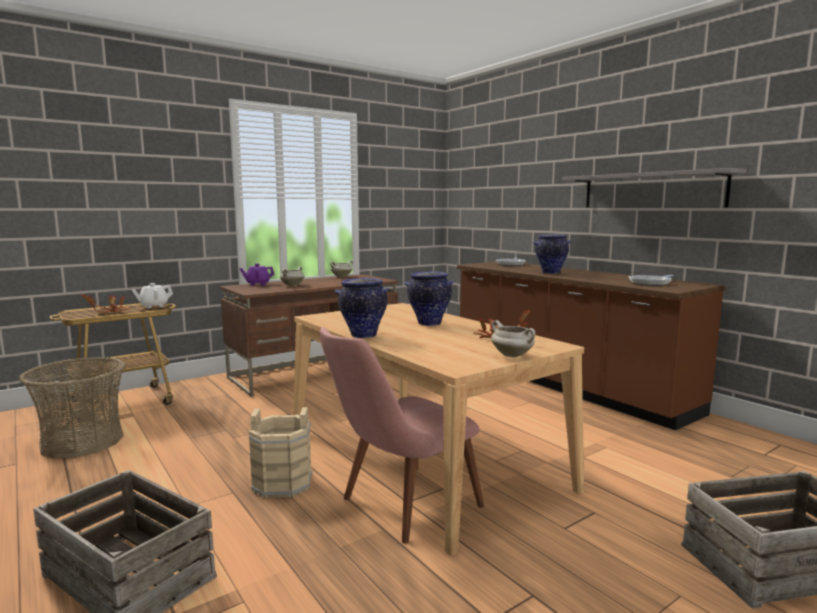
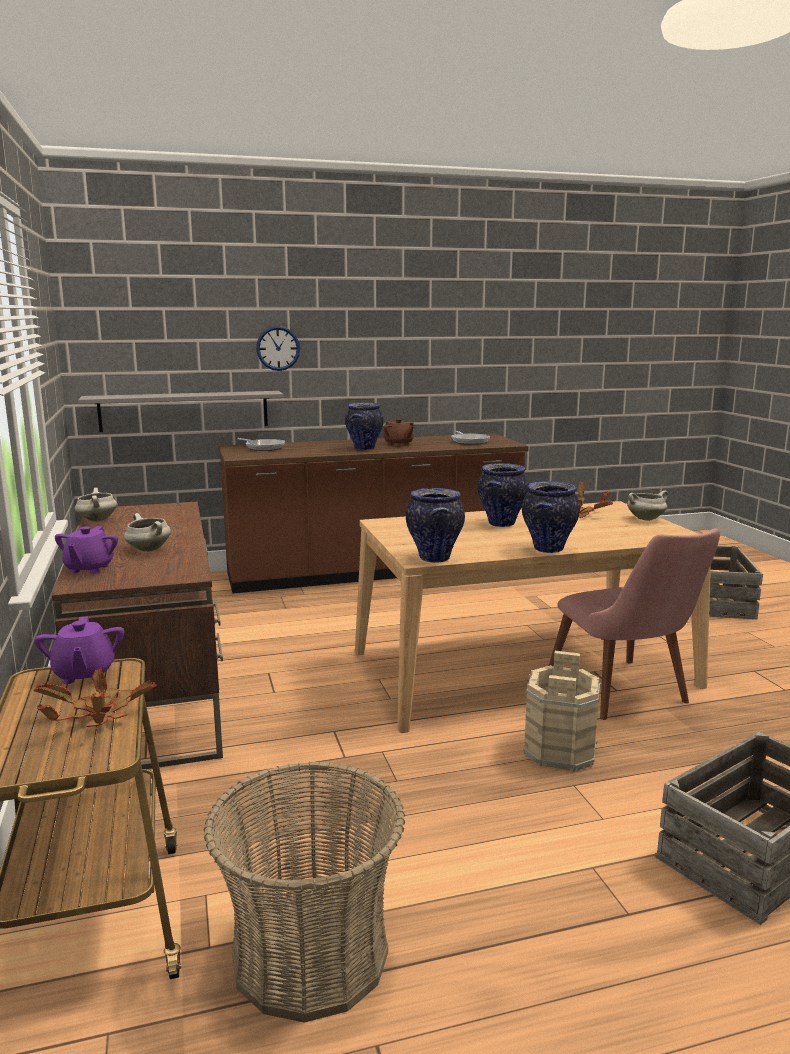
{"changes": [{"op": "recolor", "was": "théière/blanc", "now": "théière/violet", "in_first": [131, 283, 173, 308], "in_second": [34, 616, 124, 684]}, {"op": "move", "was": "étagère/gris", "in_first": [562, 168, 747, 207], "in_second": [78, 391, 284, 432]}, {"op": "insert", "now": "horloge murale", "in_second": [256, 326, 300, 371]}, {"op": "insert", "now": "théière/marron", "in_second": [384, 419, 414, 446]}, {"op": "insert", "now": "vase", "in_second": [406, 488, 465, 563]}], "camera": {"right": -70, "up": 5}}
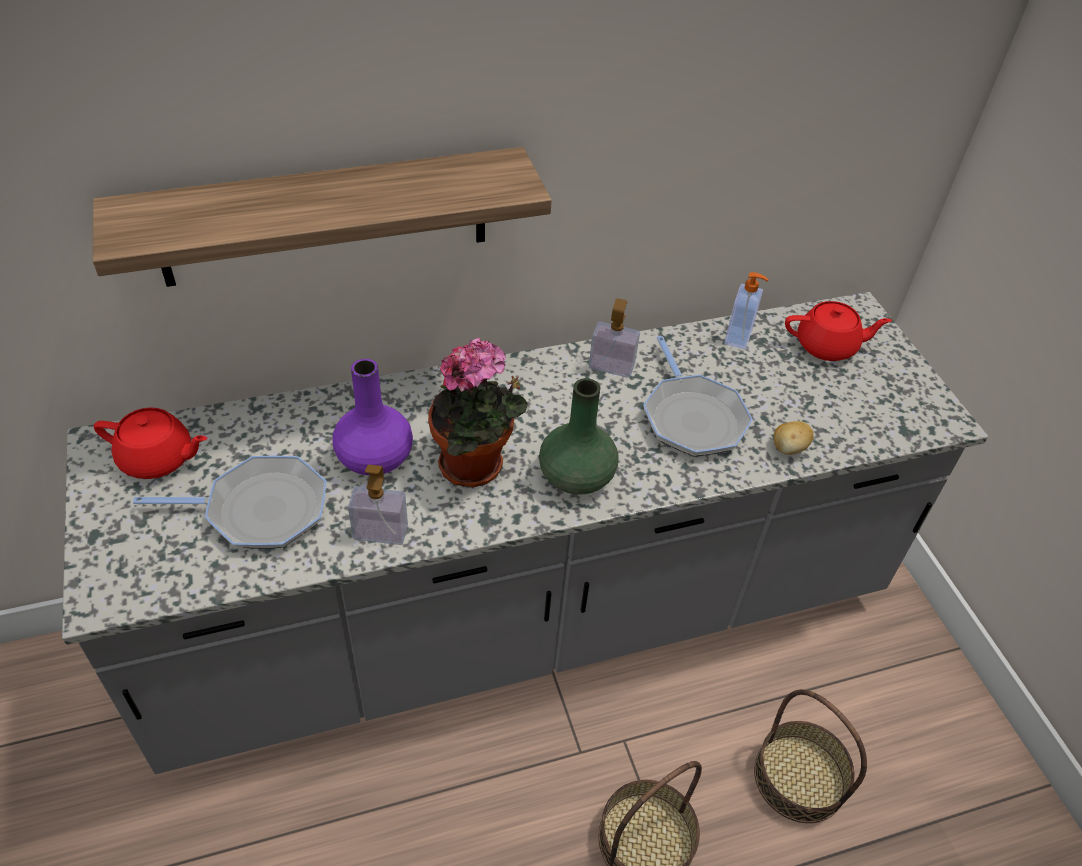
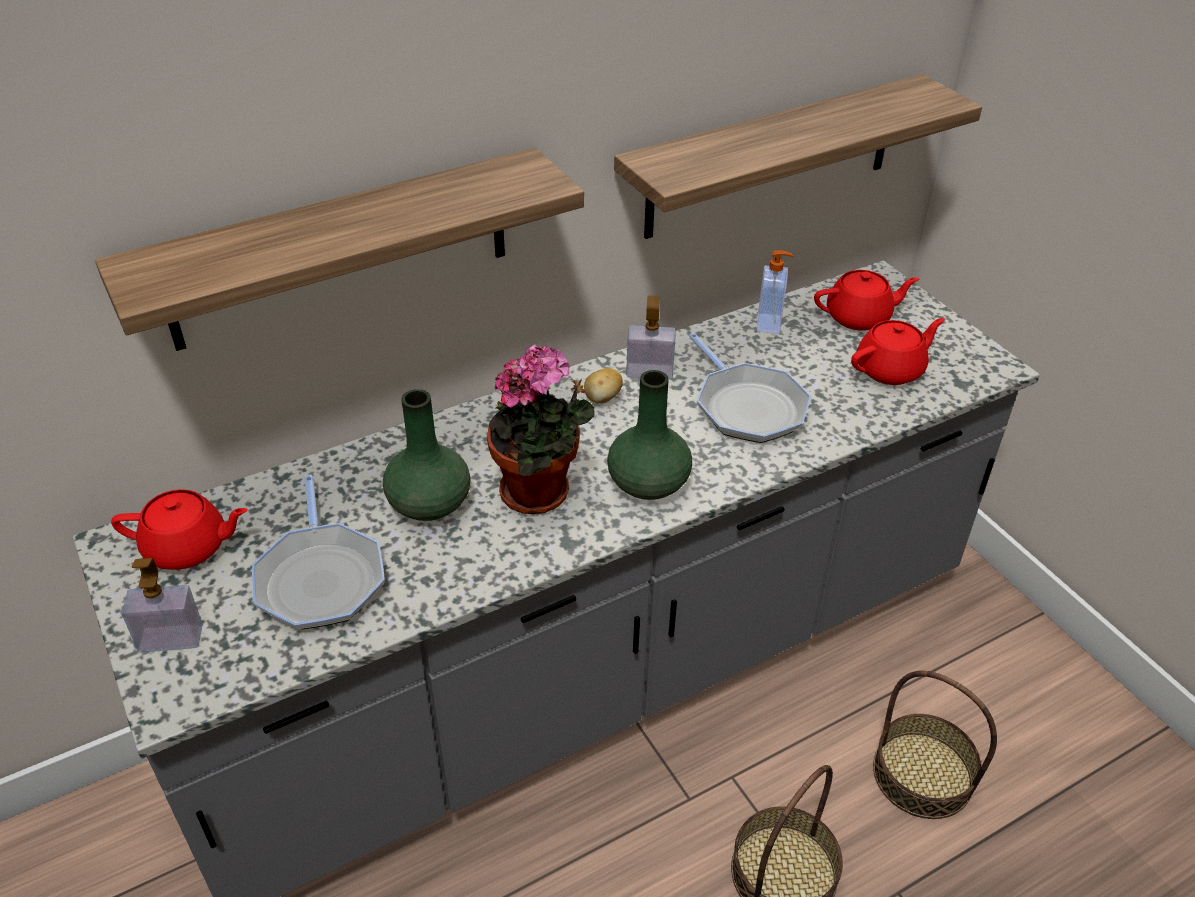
{"changes": [{"op": "rotate", "was": "poêle", "in_first": [133, 456, 327, 548], "in_second": [252, 475, 385, 630], "clockwise": 90}, {"op": "recolor", "was": "vase/violet", "now": "vase/vert", "in_first": [332, 359, 413, 475], "in_second": [383, 389, 471, 521]}, {"op": "move", "was": "distributeur de savon", "in_first": [348, 464, 408, 545], "in_second": [122, 558, 203, 653]}, {"op": "move", "was": "pomme de terre", "in_first": [774, 421, 814, 455], "in_second": [584, 368, 623, 404]}, {"op": "insert", "now": "étagère", "in_second": [614, 74, 982, 239]}, {"op": "insert", "now": "théière/rouge", "in_second": [851, 318, 945, 385]}], "camera": {"right": -10, "up": -5}}
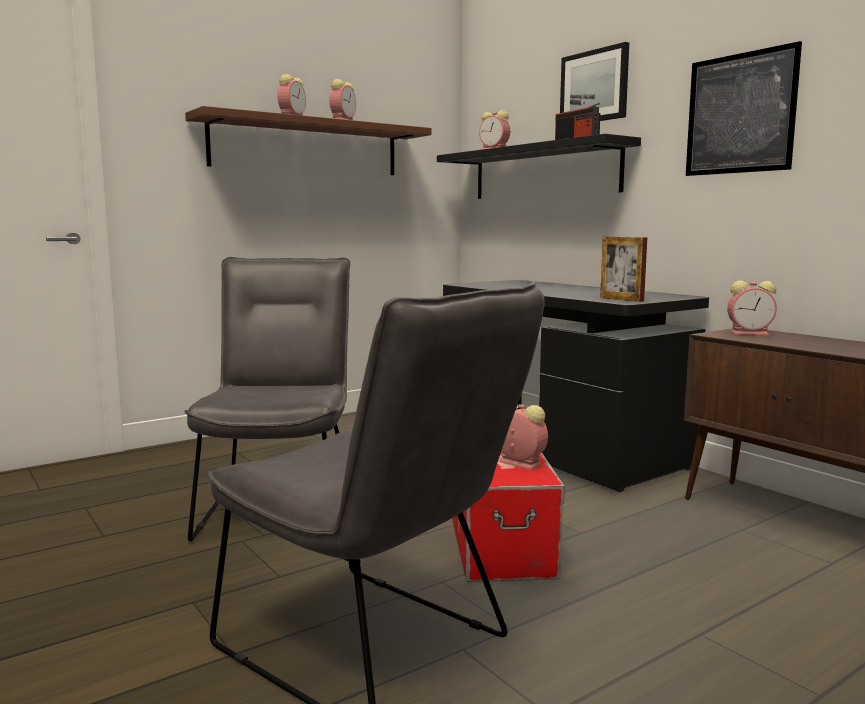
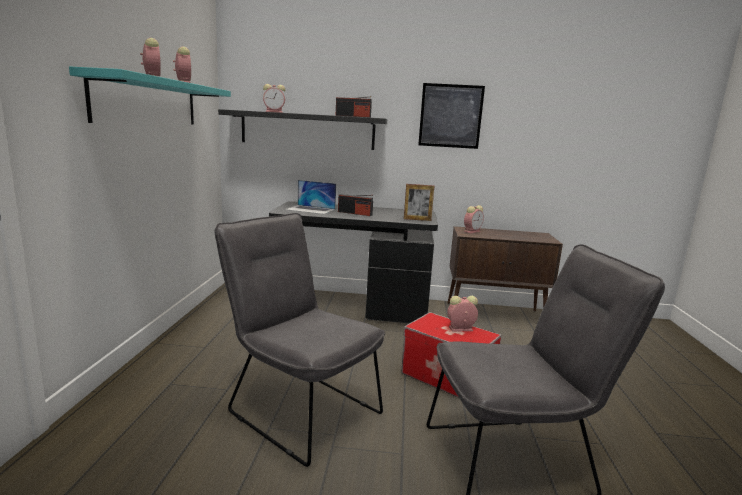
{"changes": [{"op": "recolor", "was": "étagère/marron", "now": "étagère/turquoise", "in_first": [185, 106, 432, 175], "in_second": [69, 67, 231, 125]}, {"op": "delete", "was": "tableau", "in_first": [560, 42, 629, 121]}, {"op": "insert", "now": "ordinateur portable", "in_second": [285, 180, 336, 214]}, {"op": "insert", "now": "radio", "in_second": [338, 194, 373, 216]}], "camera": {"right": -50, "up": 5}}
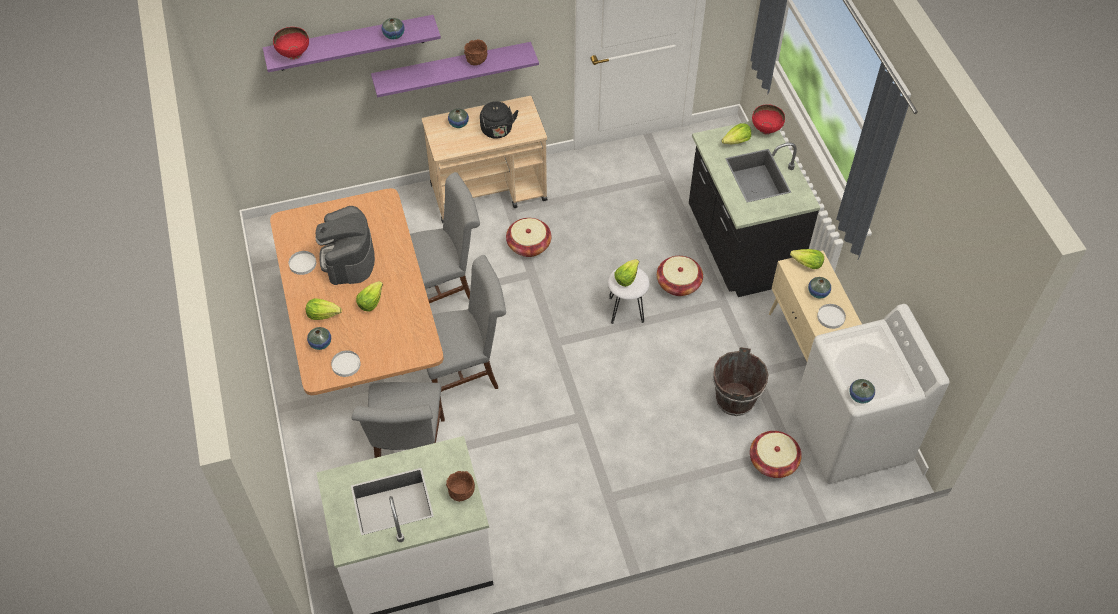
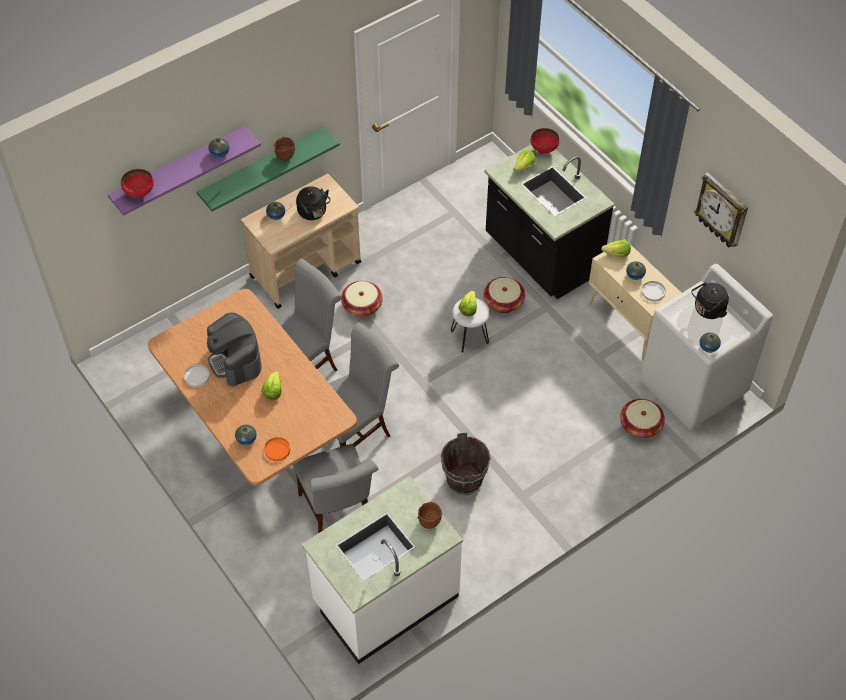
{"changes": [{"op": "delete", "was": "laitue", "in_first": [306, 298, 342, 320]}, {"op": "recolor", "was": "assiette/blanc", "now": "assiette/orange", "in_first": [331, 350, 361, 377], "in_second": [264, 437, 290, 461]}, {"op": "recolor", "was": "étagère/violet", "now": "étagère/vert", "in_first": [371, 42, 539, 97], "in_second": [197, 127, 340, 211]}, {"op": "move", "was": "seau/marron", "in_first": [713, 347, 768, 416], "in_second": [441, 432, 490, 495]}, {"op": "insert", "now": "bouilloire/noir", "in_second": [691, 282, 729, 319]}, {"op": "insert", "now": "horloge murale", "in_second": [694, 172, 748, 248]}], "camera": {"right": -20, "up": 0}}
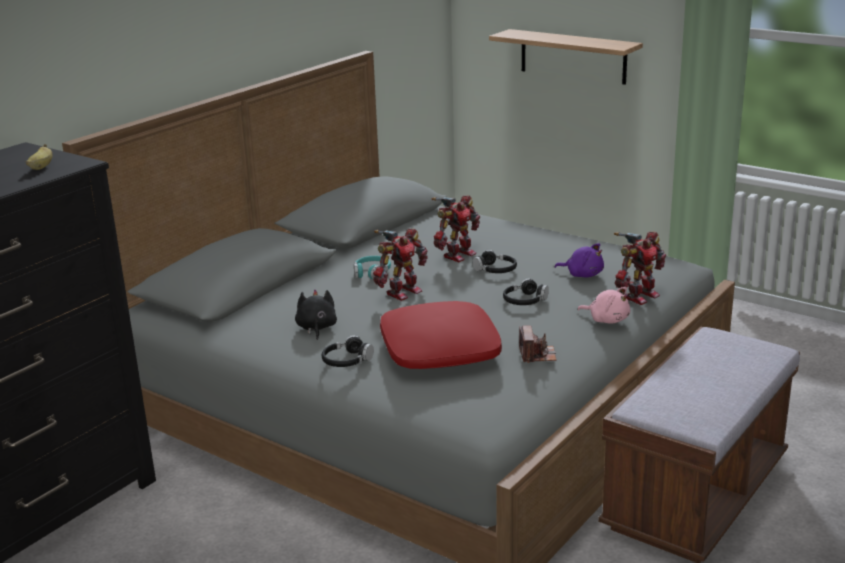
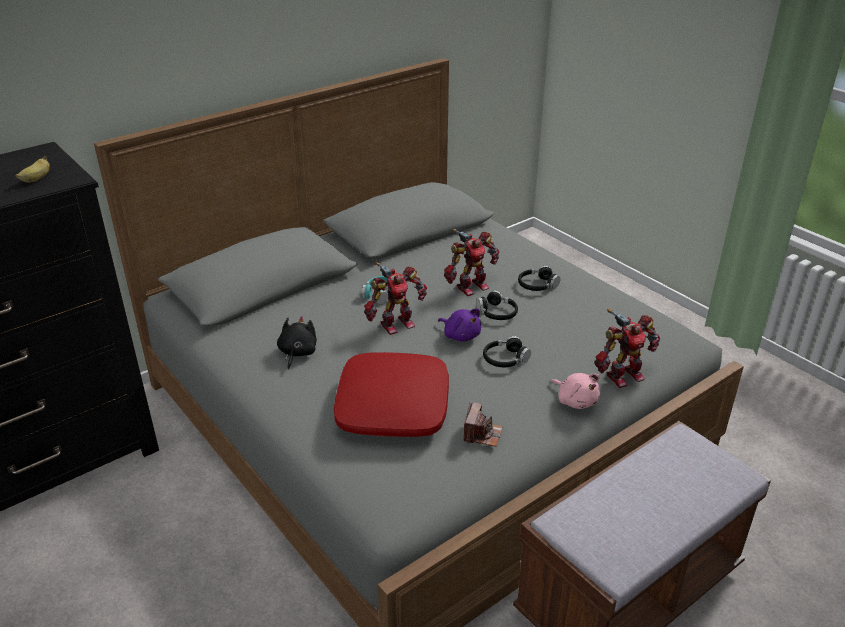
{"changes": [{"op": "move", "was": "casque audio/noir", "in_first": [322, 335, 374, 367], "in_second": [518, 265, 560, 291]}, {"op": "delete", "was": "étagère", "in_first": [489, 29, 643, 85]}, {"op": "move", "was": "peluche/violet", "in_first": [555, 243, 604, 277], "in_second": [438, 309, 481, 341]}], "camera": {"right": 15, "up": 10}}
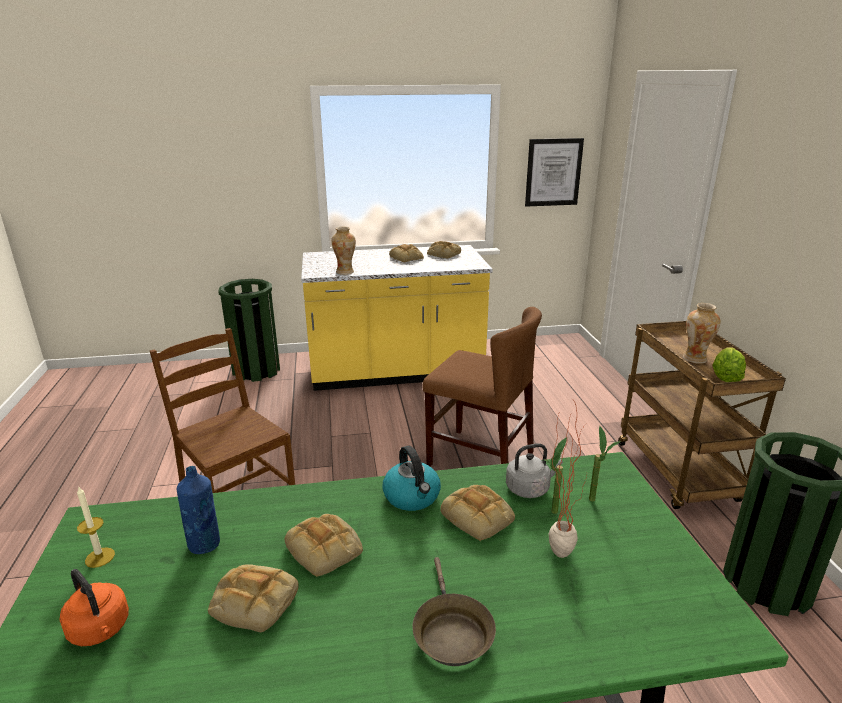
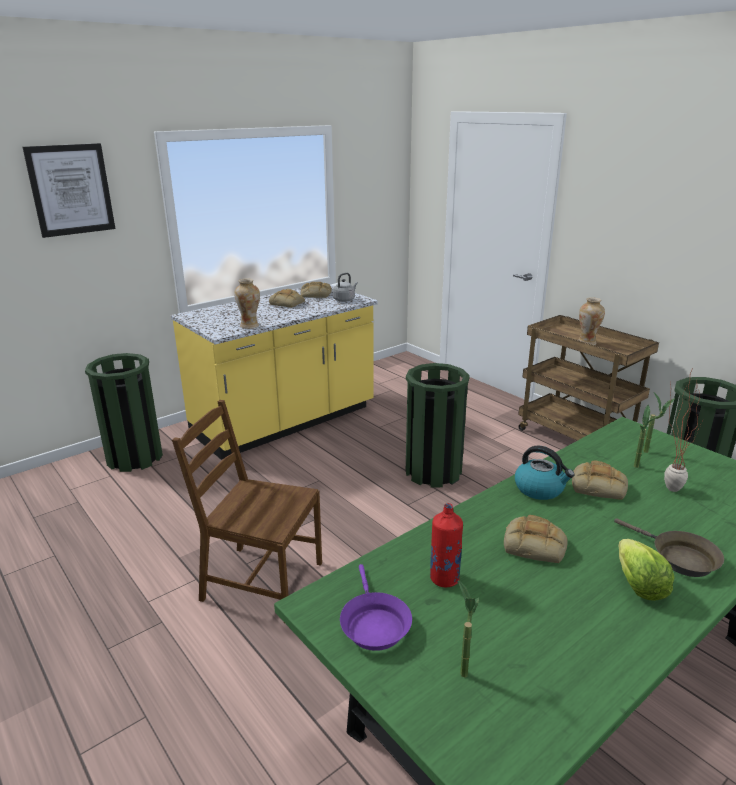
{"changes": [{"op": "replace", "was": "bouilloire/orange", "now": "plante en pot", "in_first": [60, 569, 129, 646], "in_second": [458, 580, 479, 678]}, {"op": "replace", "was": "bougie", "now": "poêle/violet", "in_first": [77, 486, 115, 568], "in_second": [340, 564, 412, 651]}, {"op": "recolor", "was": "bouteille/bleu", "now": "bouteille/rouge", "in_first": [177, 466, 220, 554], "in_second": [430, 503, 463, 588]}, {"op": "delete", "was": "pain", "in_first": [208, 564, 298, 632]}, {"op": "replace", "was": "chaise/marron", "now": "poubelle/vert", "in_first": [423, 307, 542, 466], "in_second": [406, 363, 470, 488]}, {"op": "move", "was": "bouilloire/gris", "in_first": [506, 443, 563, 498], "in_second": [333, 273, 358, 302]}, {"op": "move", "was": "tableau", "in_first": [525, 138, 584, 207], "in_second": [22, 143, 115, 238]}, {"op": "move", "was": "laitue", "in_first": [713, 347, 746, 382], "in_second": [619, 539, 675, 601]}], "camera": {"right": -30, "up": 0}}
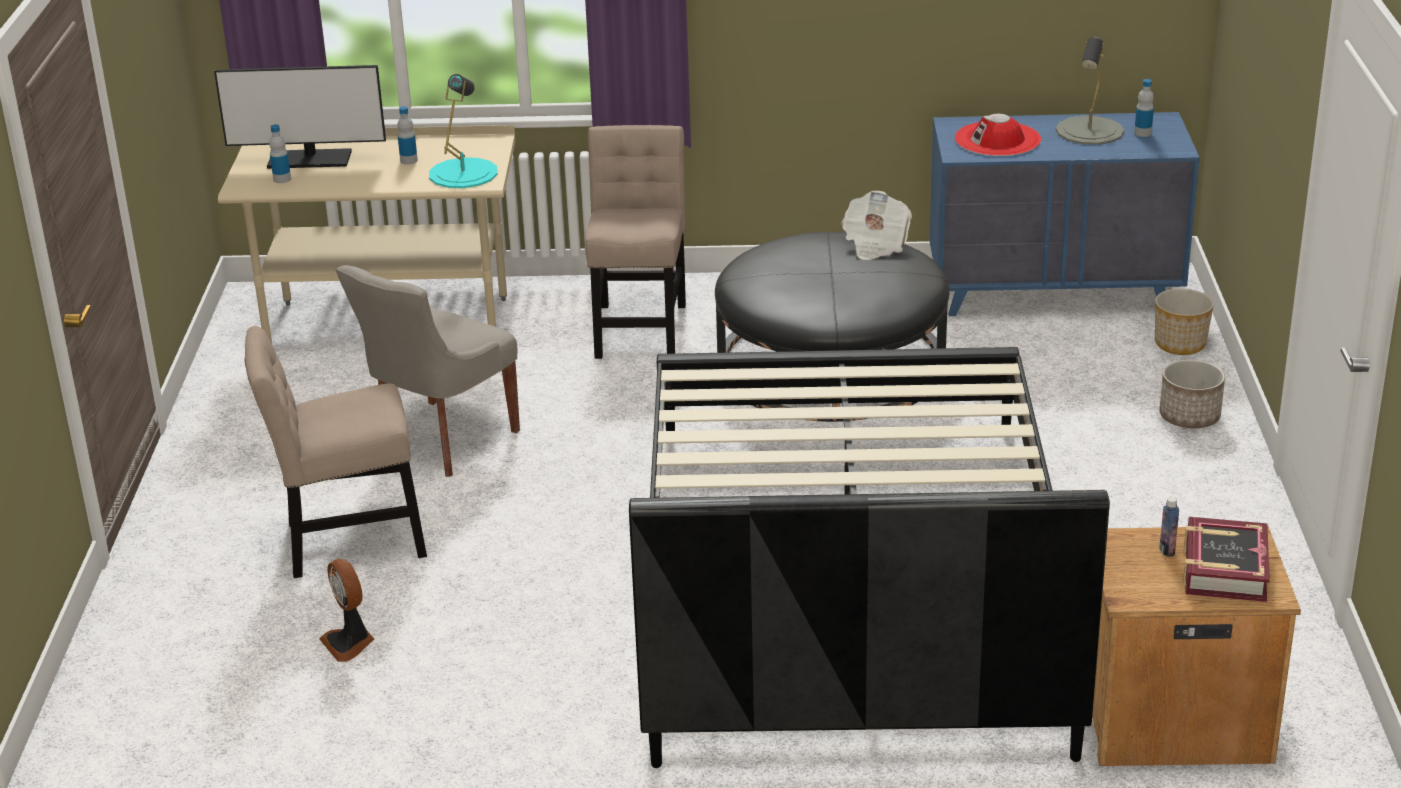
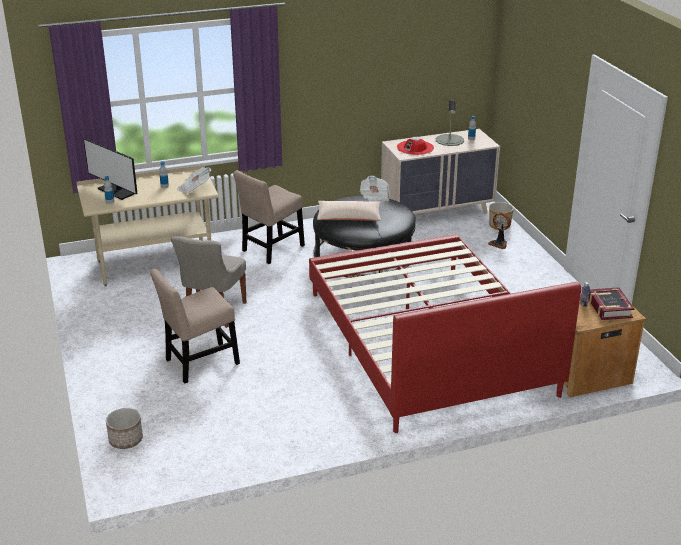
{"changes": [{"op": "rotate", "was": "écran d'ordinateur", "in_first": [214, 65, 386, 169], "in_second": [83, 138, 137, 200], "clockwise": 60}, {"op": "move", "was": "ventilateur", "in_first": [319, 559, 374, 662], "in_second": [488, 212, 511, 249]}, {"op": "replace", "was": "lampe de table/turquoise", "now": "journal", "in_first": [429, 74, 498, 188], "in_second": [177, 167, 211, 194]}, {"op": "rotate", "was": "chaise/beige", "in_first": [585, 125, 686, 359], "in_second": [233, 170, 305, 264], "clockwise": -120}, {"op": "recolor", "was": "lit/noir", "now": "lit/rouge", "in_first": [629, 347, 1110, 768], "in_second": [309, 234, 582, 433]}, {"op": "recolor", "was": "commode/bleu", "now": "commode/beige", "in_first": [930, 112, 1200, 316], "in_second": [381, 129, 500, 214]}, {"op": "move", "was": "cache-pot", "in_first": [1159, 360, 1225, 428], "in_second": [106, 408, 143, 449]}, {"op": "insert", "now": "coussin/beige", "in_second": [317, 201, 381, 221]}], "camera": {"right": -20, "up": 0}}
